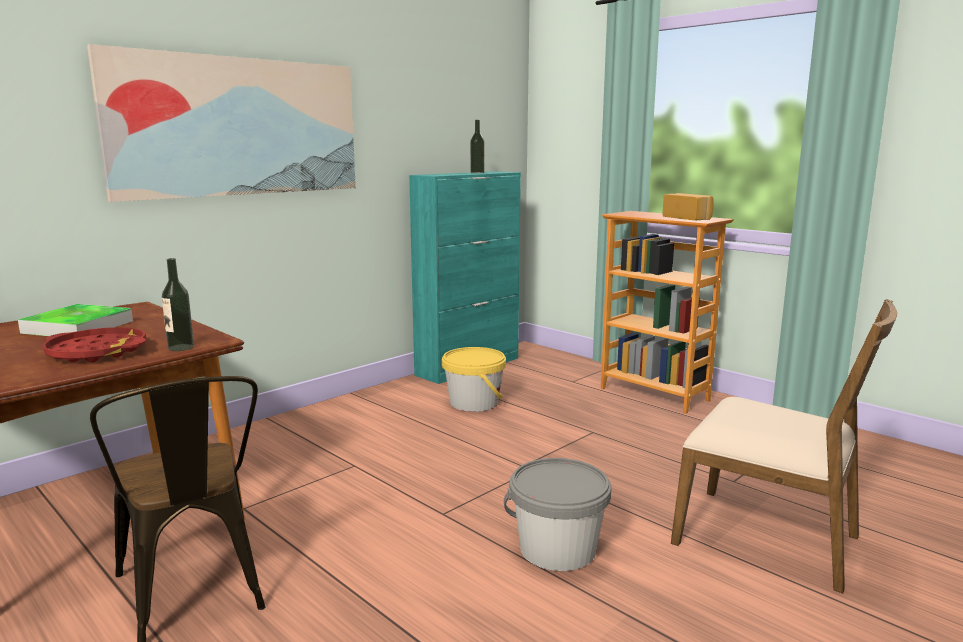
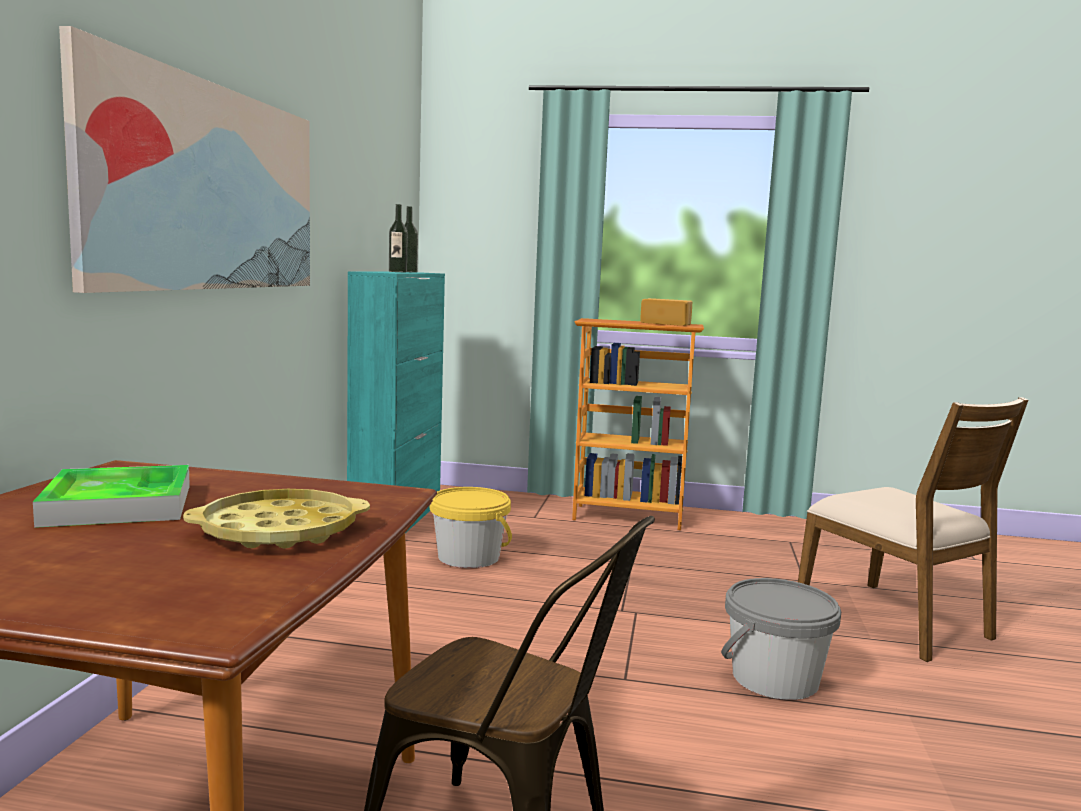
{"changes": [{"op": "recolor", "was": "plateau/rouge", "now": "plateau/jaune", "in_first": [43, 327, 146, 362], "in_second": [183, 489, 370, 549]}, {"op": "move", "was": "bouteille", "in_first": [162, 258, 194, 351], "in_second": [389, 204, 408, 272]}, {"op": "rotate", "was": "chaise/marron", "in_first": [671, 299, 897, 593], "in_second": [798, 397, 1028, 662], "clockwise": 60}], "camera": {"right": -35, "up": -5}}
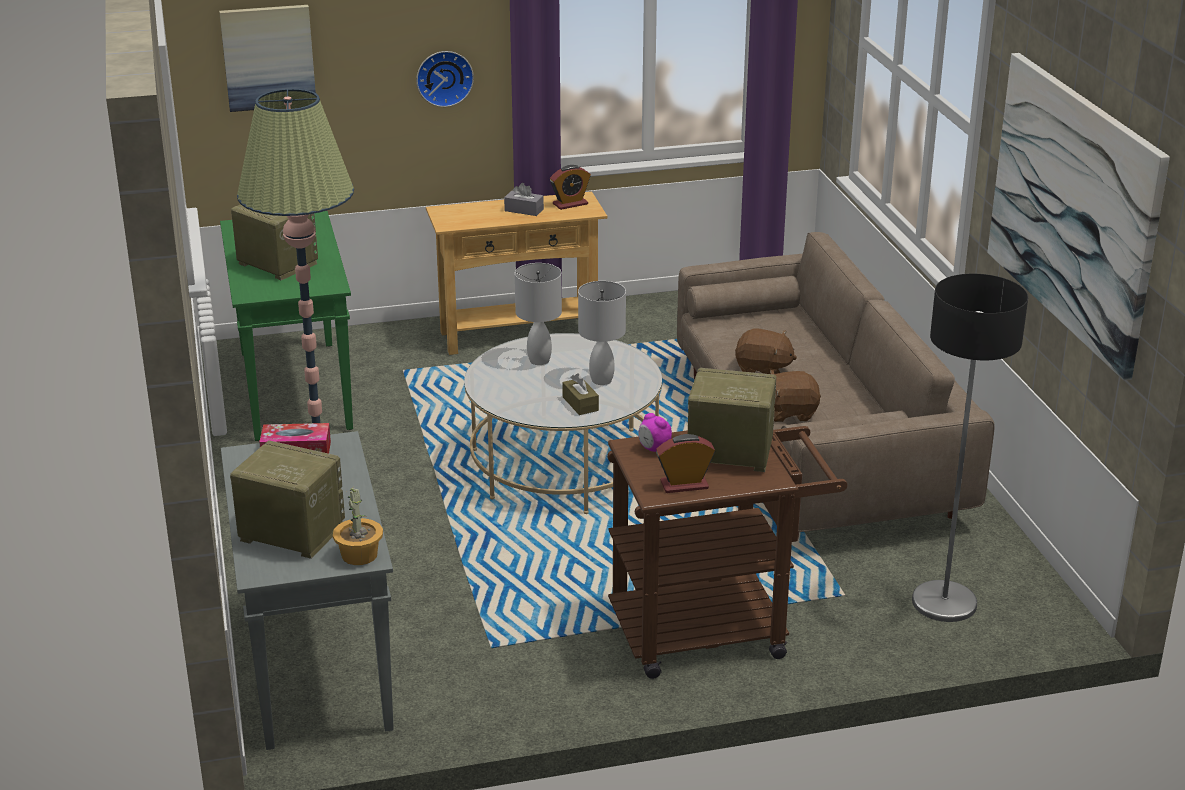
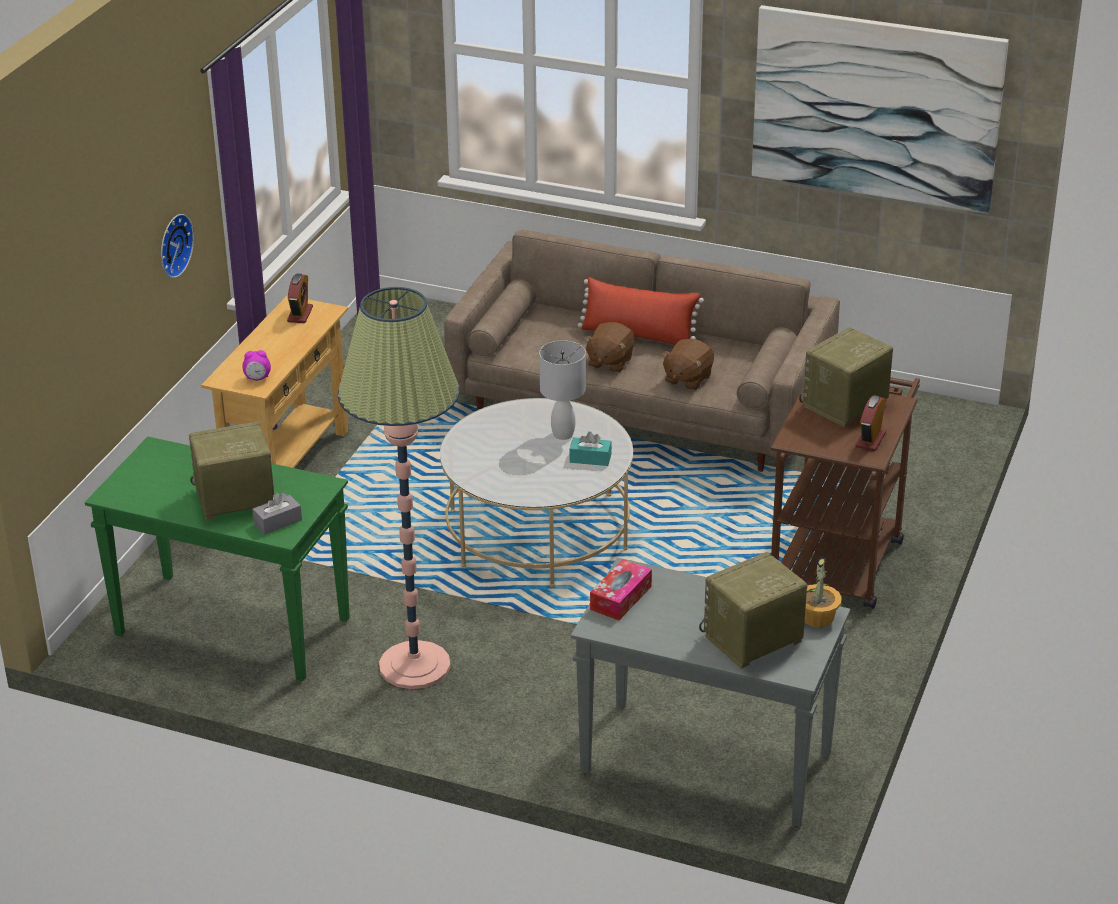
{"changes": [{"op": "delete", "was": "tableau", "in_first": [219, 5, 316, 112]}, {"op": "move", "was": "boîte à mouchoirs/gris", "in_first": [504, 183, 544, 216], "in_second": [252, 492, 302, 534]}, {"op": "delete", "was": "lampe de table/blanc", "in_first": [515, 263, 562, 365]}, {"op": "recolor", "was": "boîte à mouchoirs/marron", "now": "boîte à mouchoirs/turquoise", "in_first": [562, 373, 599, 415], "in_second": [569, 432, 612, 466]}, {"op": "move", "was": "réveil", "in_first": [638, 413, 672, 452], "in_second": [242, 350, 271, 381]}, {"op": "rotate", "was": "peluche/marron", "in_first": [735, 328, 797, 374], "in_second": [584, 322, 634, 373], "clockwise": 150}, {"op": "delete", "was": "lampadaire", "in_first": [912, 274, 1028, 622]}, {"op": "insert", "now": "coussin/rouge", "in_second": [578, 277, 704, 345]}], "camera": {"right": -55, "up": 5}}
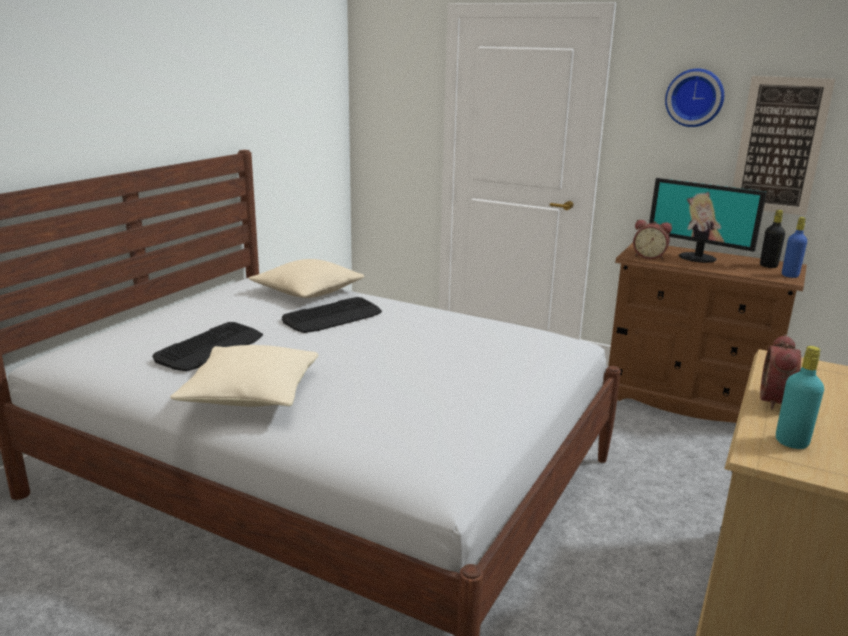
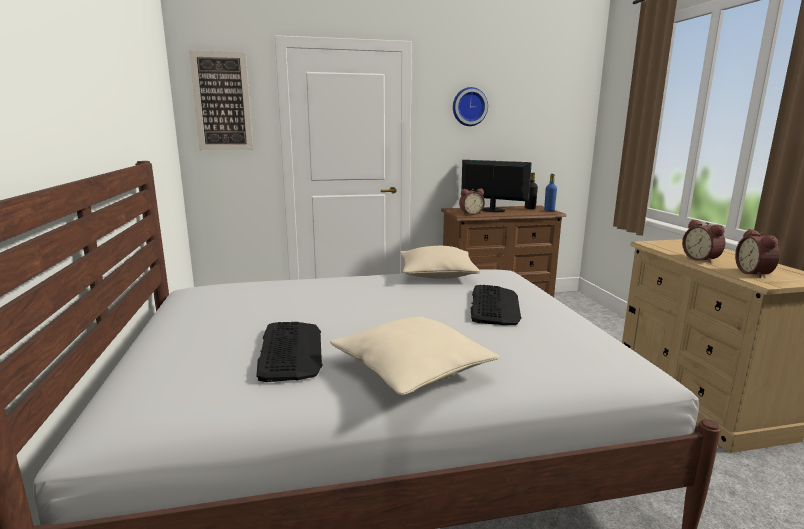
{"changes": [{"op": "move", "was": "coussin/beige", "in_first": [249, 259, 364, 298], "in_second": [400, 246, 480, 279]}, {"op": "move", "was": "clavier", "in_first": [282, 297, 382, 333], "in_second": [471, 285, 521, 325]}, {"op": "rotate", "was": "écran d'ordinateur", "in_first": [649, 178, 767, 263], "in_second": [461, 160, 532, 212], "clockwise": -150}, {"op": "move", "was": "tableau", "in_first": [733, 76, 835, 216], "in_second": [189, 50, 253, 150]}, {"op": "replace", "was": "bouteille/turquoise", "now": "réveil", "in_first": [776, 346, 824, 449], "in_second": [735, 229, 780, 278]}], "camera": {"right": -40, "up": -5}}
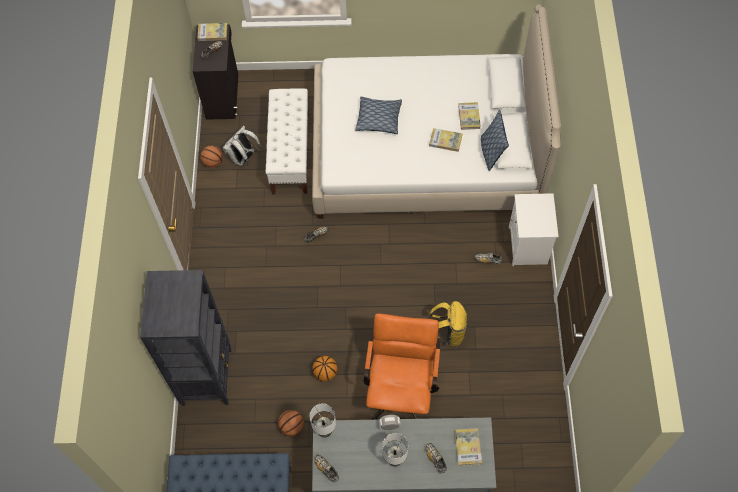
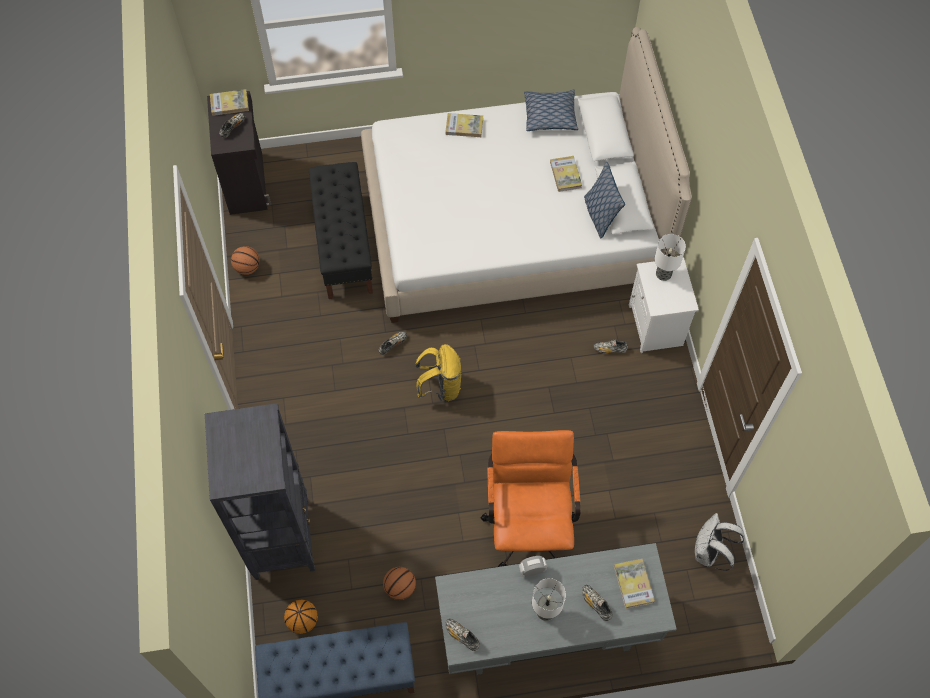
{"changes": [{"op": "move", "was": "sac à dos/blanc", "in_first": [223, 126, 262, 167], "in_second": [695, 513, 744, 571]}, {"op": "recolor", "was": "banc/blanc", "now": "banc/noir", "in_first": [266, 88, 309, 195], "in_second": [309, 162, 373, 299]}, {"op": "move", "was": "lampe de table", "in_first": [310, 403, 336, 438], "in_second": [654, 234, 686, 281]}, {"op": "move", "was": "ballon de basket", "in_first": [312, 356, 338, 381], "in_second": [284, 600, 318, 634]}, {"op": "move", "was": "coussin", "in_first": [355, 97, 402, 134], "in_second": [524, 89, 578, 131]}, {"op": "move", "was": "livre", "in_first": [429, 128, 462, 152], "in_second": [445, 113, 483, 137]}, {"op": "move", "was": "sac à dos/jaune", "in_first": [429, 301, 467, 347], "in_second": [415, 344, 462, 402]}], "camera": {"right": -10, "up": 0}}
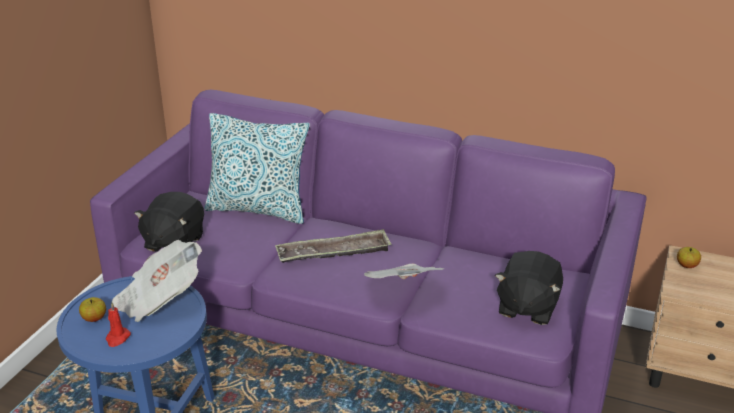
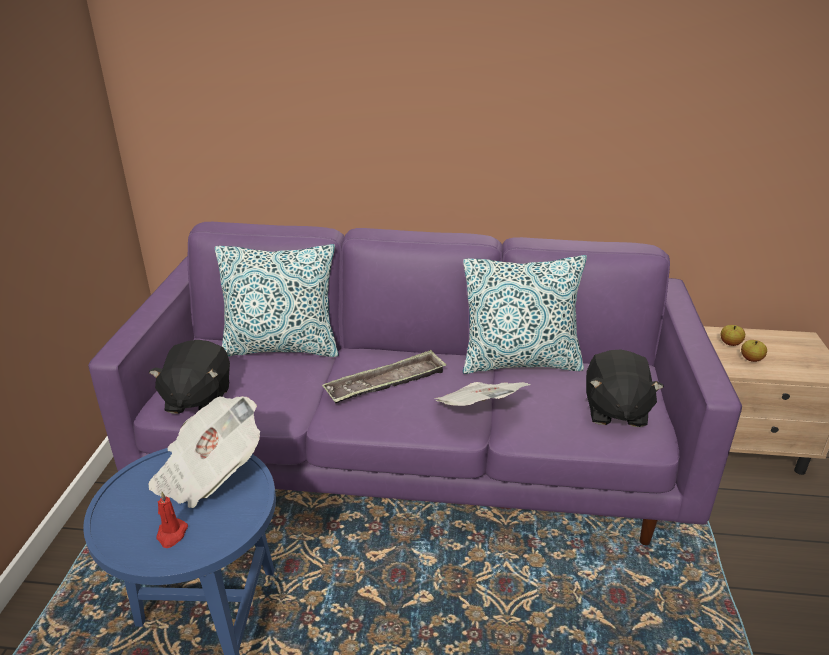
{"changes": [{"op": "move", "was": "pomme", "in_first": [79, 297, 106, 322], "in_second": [741, 340, 767, 362]}, {"op": "insert", "now": "coussin", "in_second": [463, 255, 587, 374]}], "camera": {"right": -15, "up": 0}}
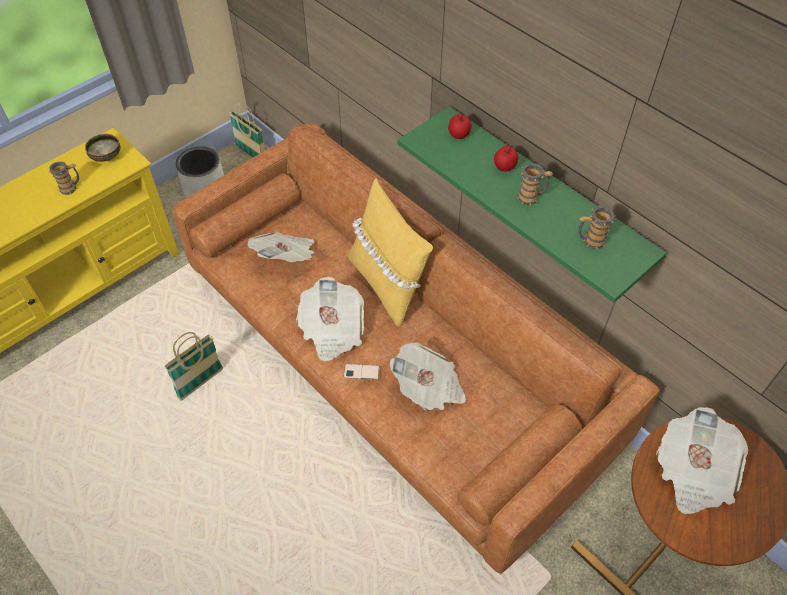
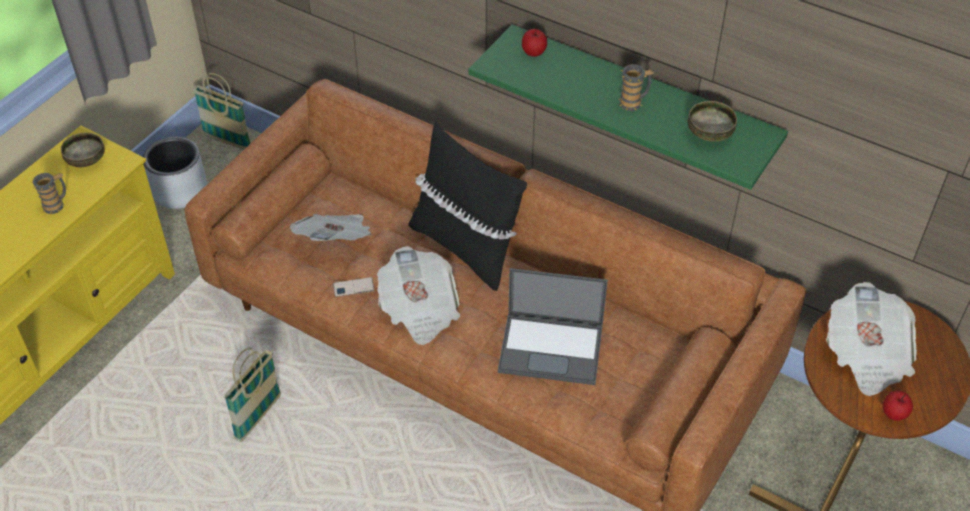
{"changes": [{"op": "move", "was": "téléphone", "in_first": [344, 364, 380, 380], "in_second": [333, 277, 375, 297]}, {"op": "recolor", "was": "coussin/jaune", "now": "coussin/noir", "in_first": [348, 179, 433, 327], "in_second": [408, 123, 527, 291]}, {"op": "replace", "was": "journal", "now": "ordinateur portable", "in_first": [390, 342, 466, 411], "in_second": [498, 268, 608, 385]}, {"op": "move", "was": "pomme", "in_first": [494, 146, 518, 172], "in_second": [883, 391, 913, 421]}, {"op": "replace", "was": "mug", "now": "bol", "in_first": [579, 206, 615, 249], "in_second": [688, 101, 737, 142]}], "camera": {"right": -15, "up": -5}}
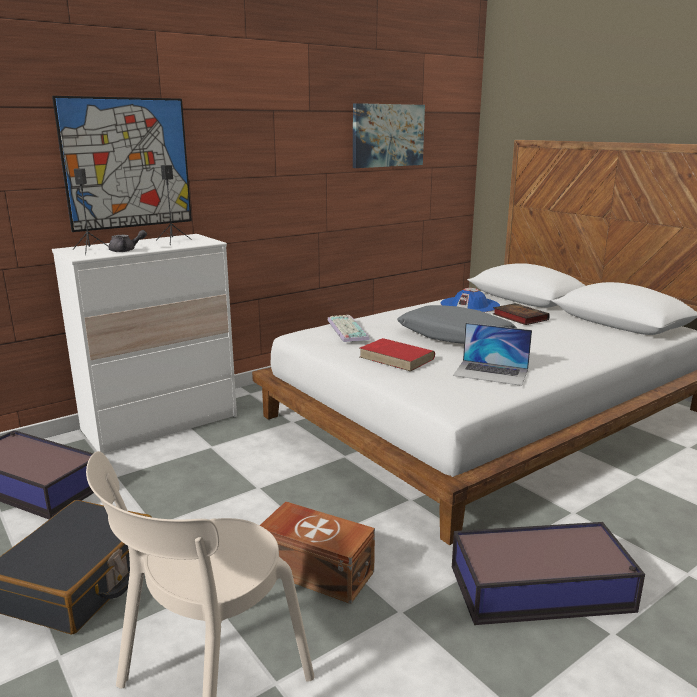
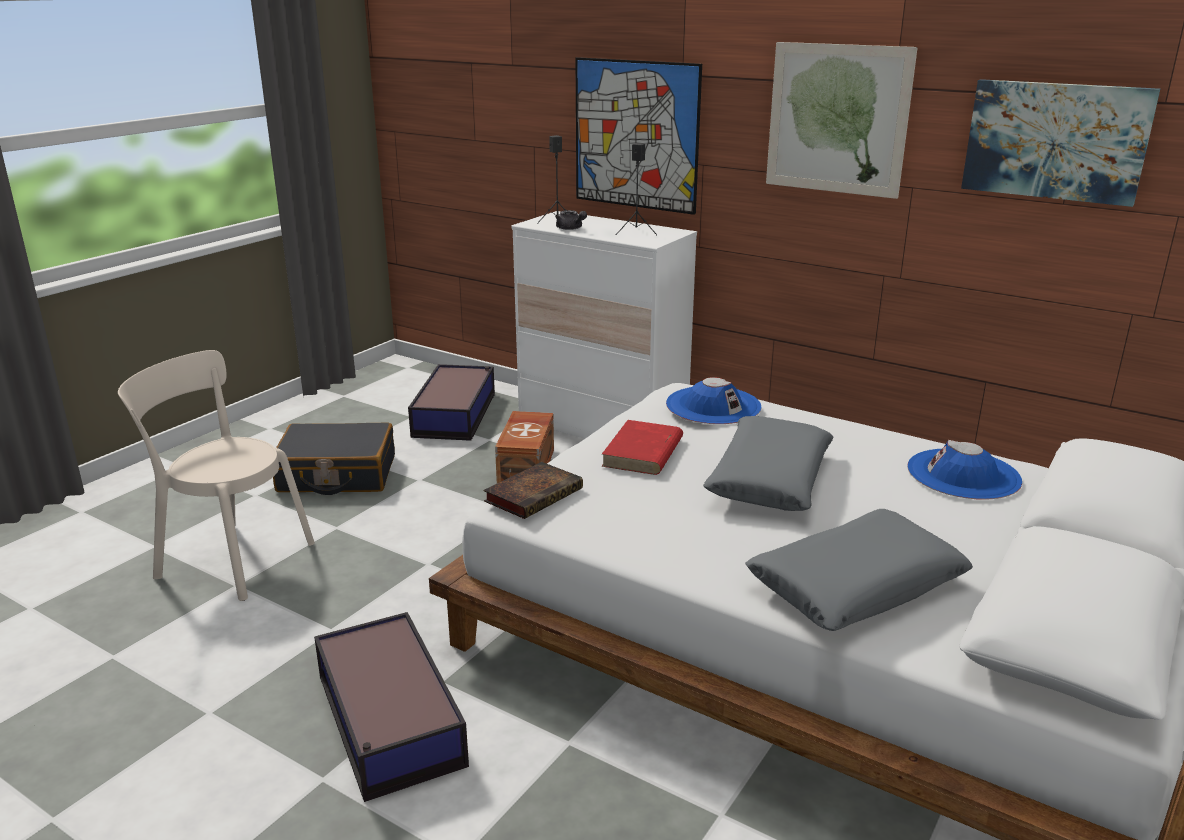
{"changes": [{"op": "move", "was": "boîte de rangement/marron", "in_first": [260, 501, 375, 604], "in_second": [495, 411, 554, 483]}, {"op": "replace", "was": "clavier", "now": "chapeau/bleu", "in_first": [328, 315, 370, 342], "in_second": [666, 377, 761, 424]}, {"op": "delete", "was": "ordinateur portable", "in_first": [453, 323, 532, 386]}, {"op": "move", "was": "livre", "in_first": [493, 303, 550, 325], "in_second": [484, 462, 583, 519]}, {"op": "insert", "now": "coussin/gris", "in_second": [745, 509, 973, 631]}, {"op": "insert", "now": "tableau", "in_second": [766, 42, 917, 199]}], "camera": {"right": 70, "up": 5}}
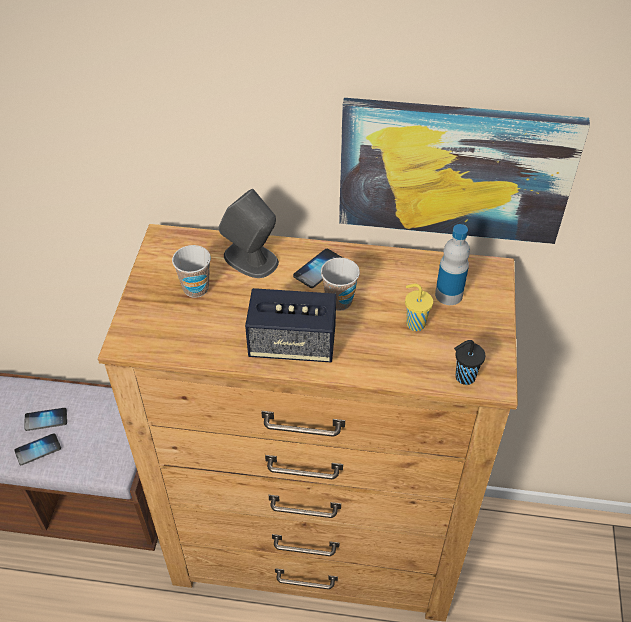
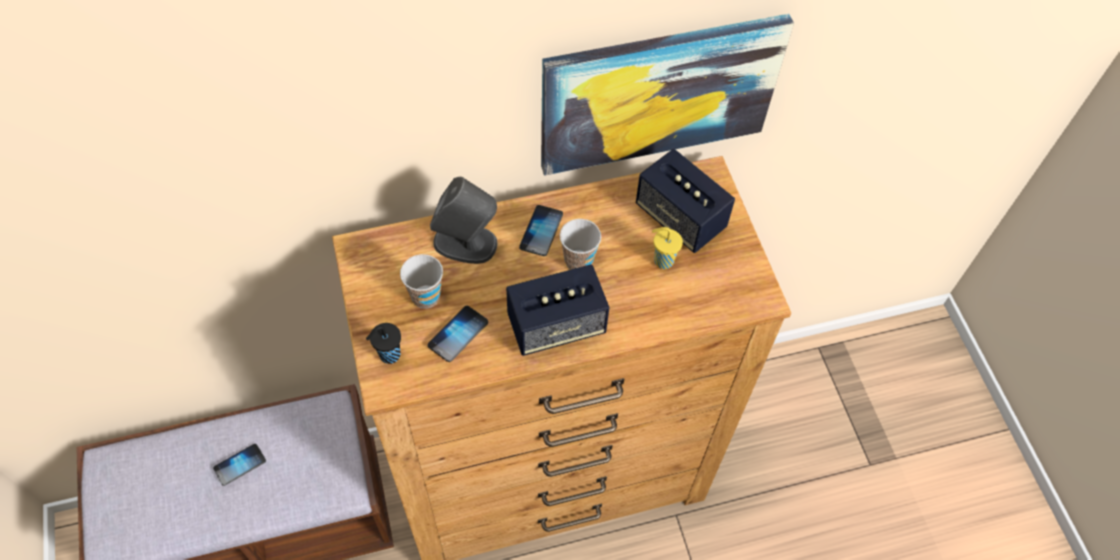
{"changes": [{"op": "move", "was": "téléphone", "in_first": [14, 433, 61, 465], "in_second": [428, 306, 488, 362]}, {"op": "replace", "was": "bouteille", "now": "enceinte", "in_first": [435, 224, 470, 305], "in_second": [636, 149, 735, 253]}, {"op": "move", "was": "tasse/noir", "in_first": [454, 340, 485, 385], "in_second": [366, 323, 401, 364]}], "camera": {"right": -25, "up": 10}}
